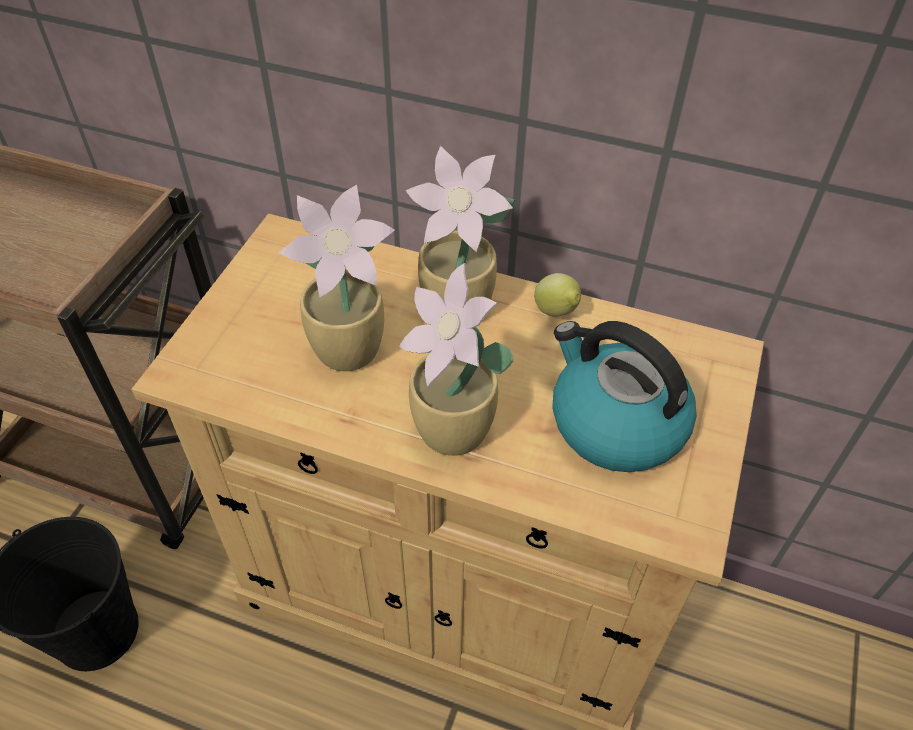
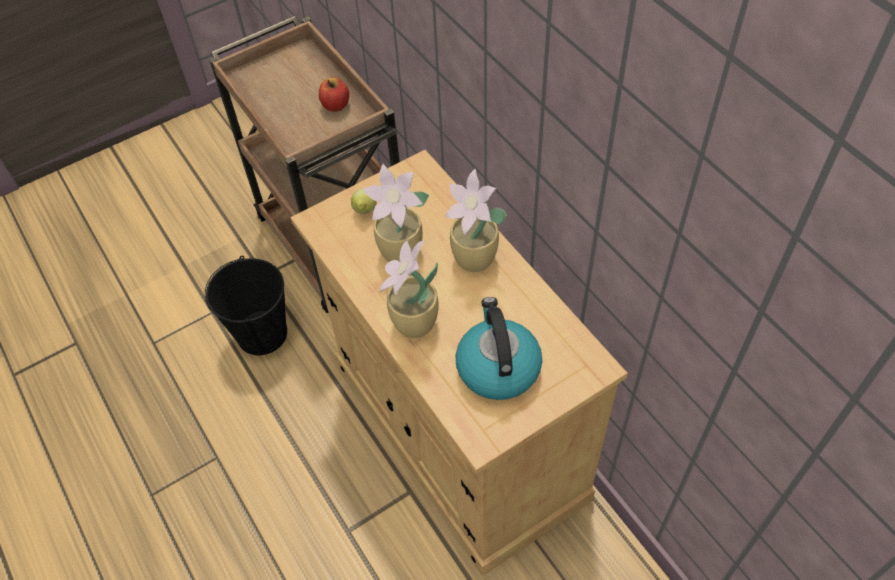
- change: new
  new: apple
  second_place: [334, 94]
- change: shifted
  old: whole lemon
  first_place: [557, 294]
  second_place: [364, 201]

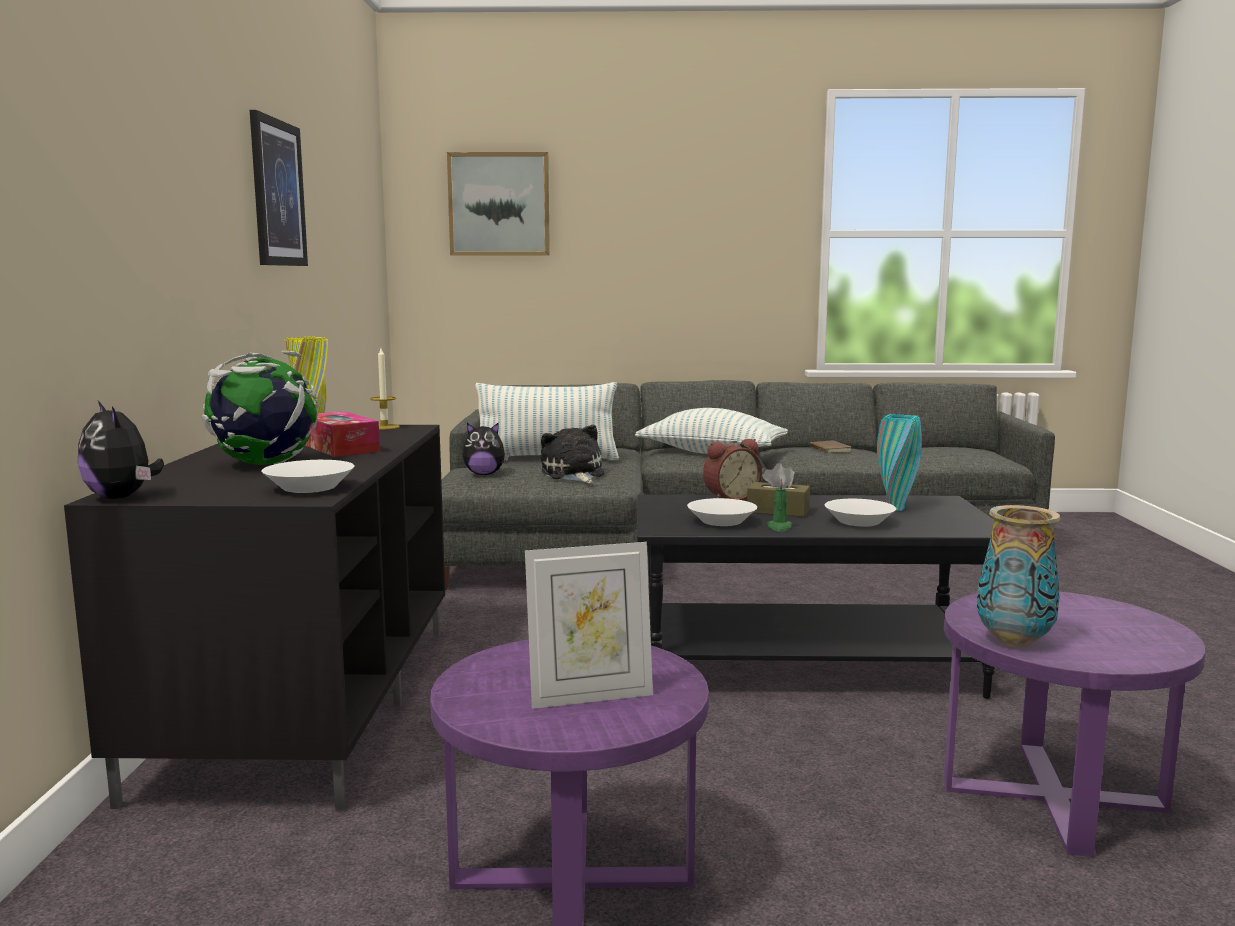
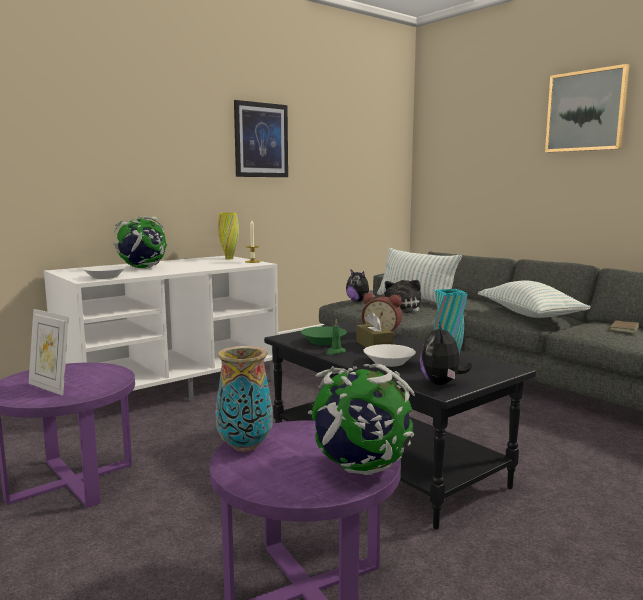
- change: gone
  old: tissue box
  first_place: [342, 434]
- change: new
  new: desk globe
  second_place: [361, 419]
- change: shifted
  old: soft toy
  first_place: [121, 450]
  second_place: [446, 353]
- change: shifted
  old: picture
  first_place: [498, 203]
  second_place: [587, 108]
- change: repainted
  old: media console/black-coloured
  new: media console/white-coloured
  first_place: [254, 618]
  second_place: [161, 328]
- change: repainted
  old: serving bowl/white-coloured
  new: serving bowl/green-coloured
  first_place: [722, 512]
  second_place: [324, 335]

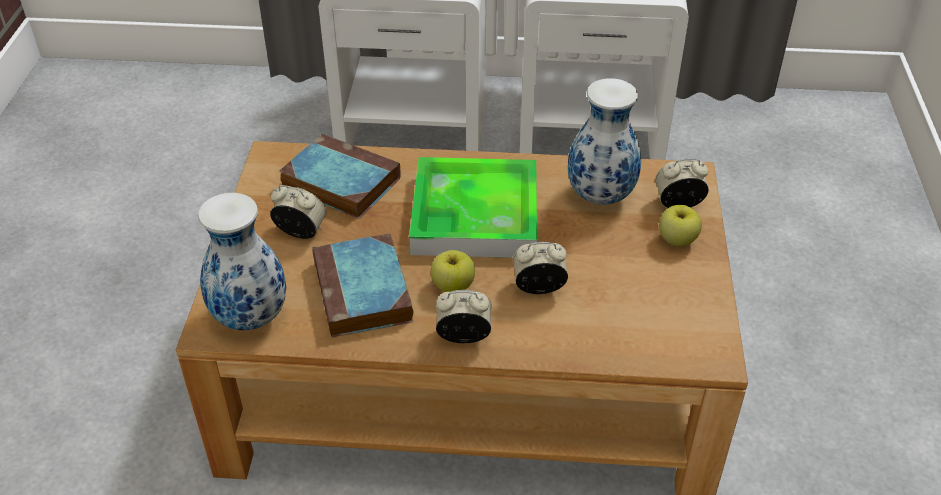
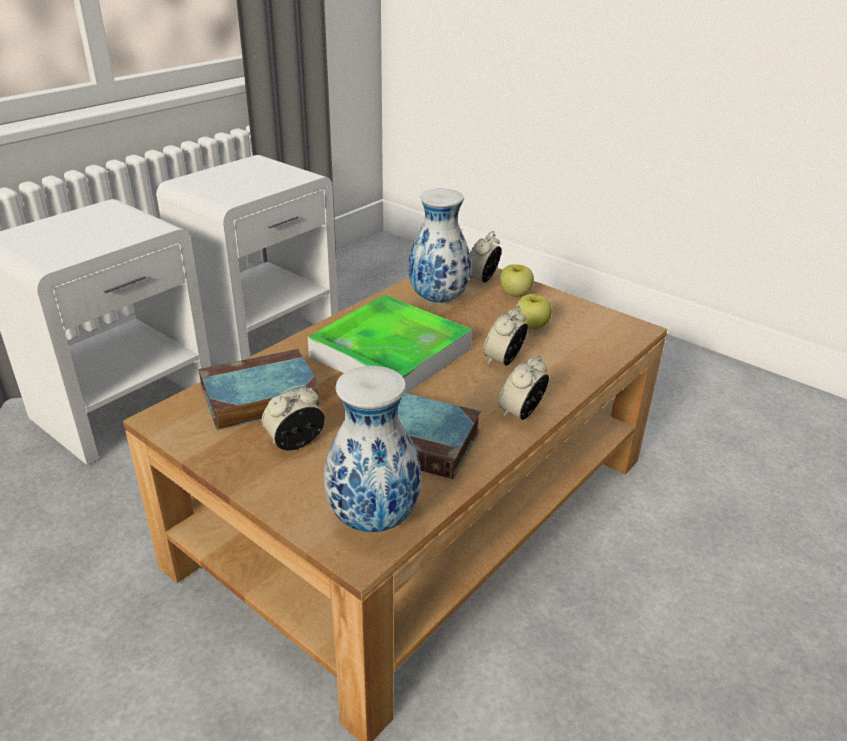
- change: shifted
  old: apple
  first_place: [453, 271]
  second_place: [533, 311]

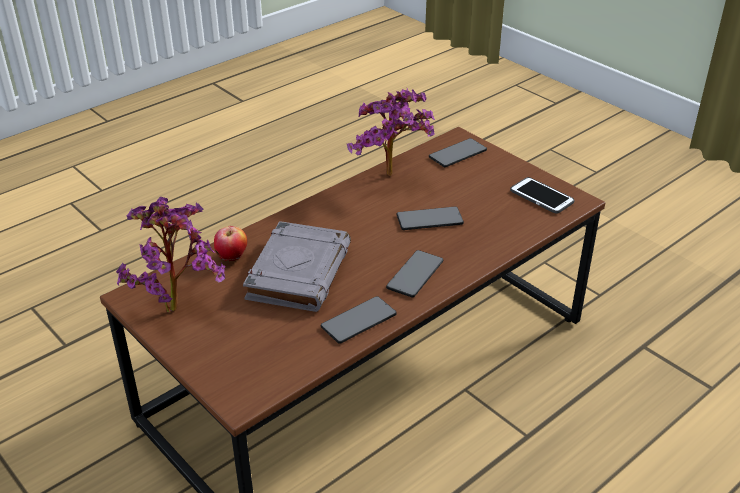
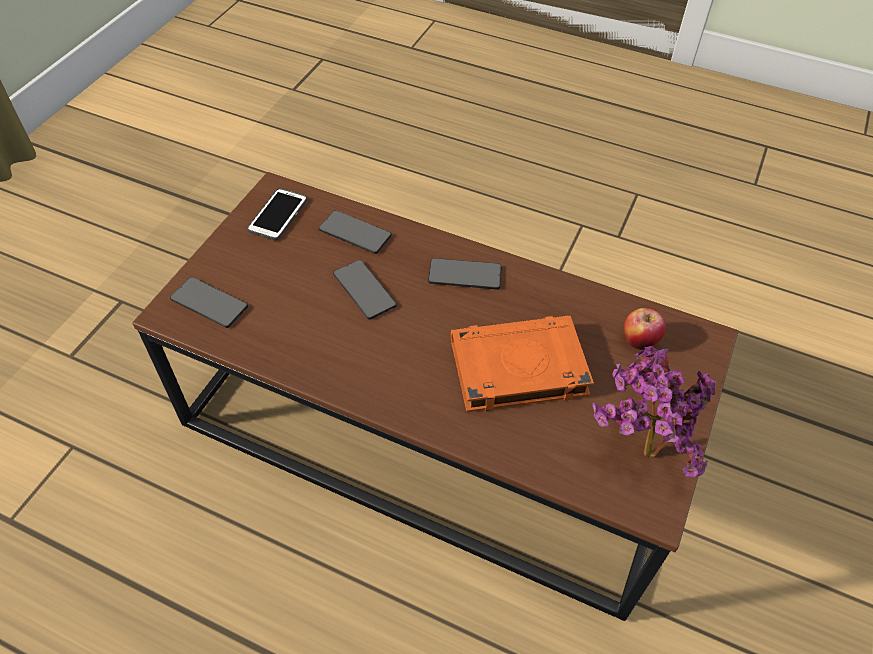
- change: gone
  old: houseplant
  first_place: [391, 132]
- change: shifted
  old: apple
  first_place: [230, 243]
  second_place: [645, 329]
- change: shifted
  old: telephone
  first_place: [359, 320]
  second_place: [355, 232]
- change: repainted
  old: volume/gray
  new: volume/orangey
  first_place: [297, 266]
  second_place: [522, 363]

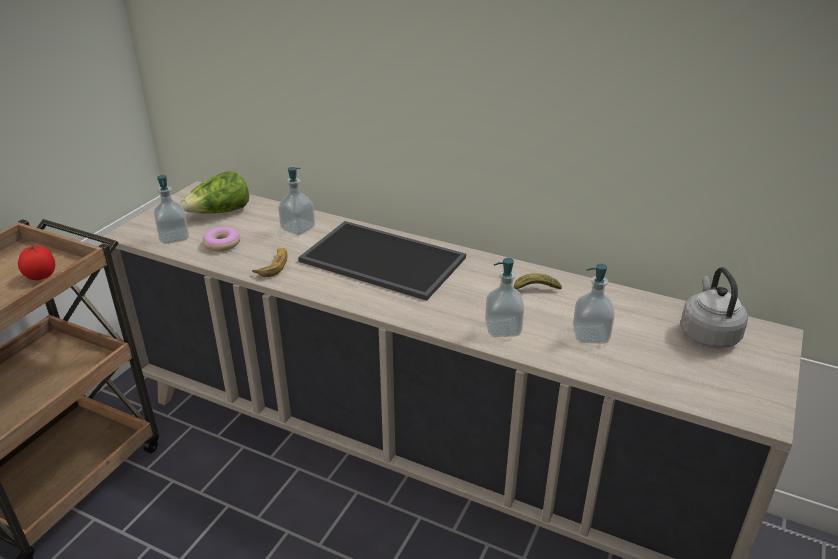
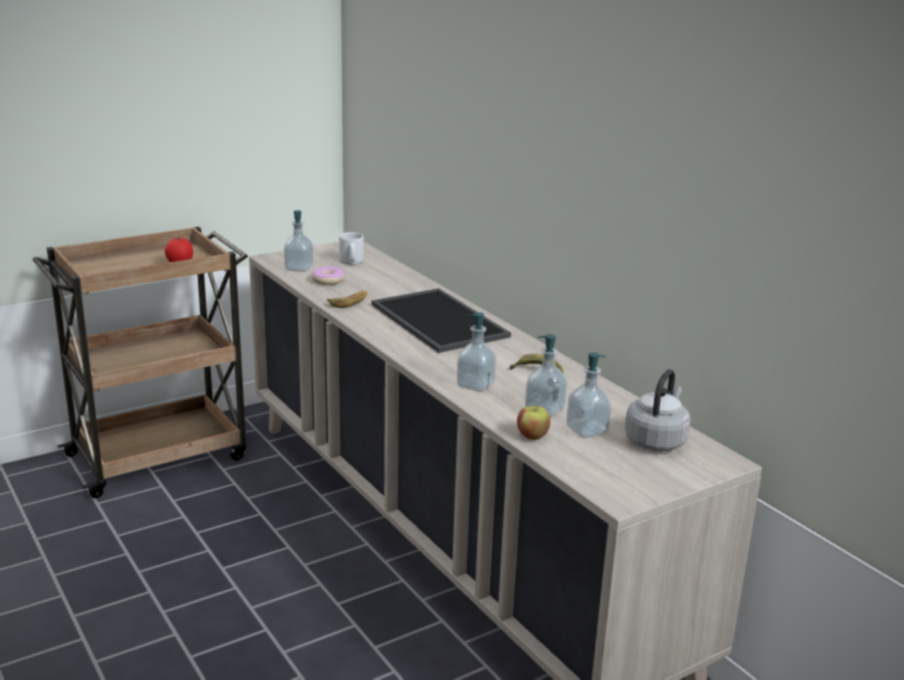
- change: new
  new: apple
  second_place: [533, 423]
- change: shifted
  old: soap dispenser
  first_place: [296, 201]
  second_place: [588, 395]
- change: swapped
  old: head of lettuce
  new: tea mug/gray
  first_place: [215, 192]
  second_place: [351, 248]

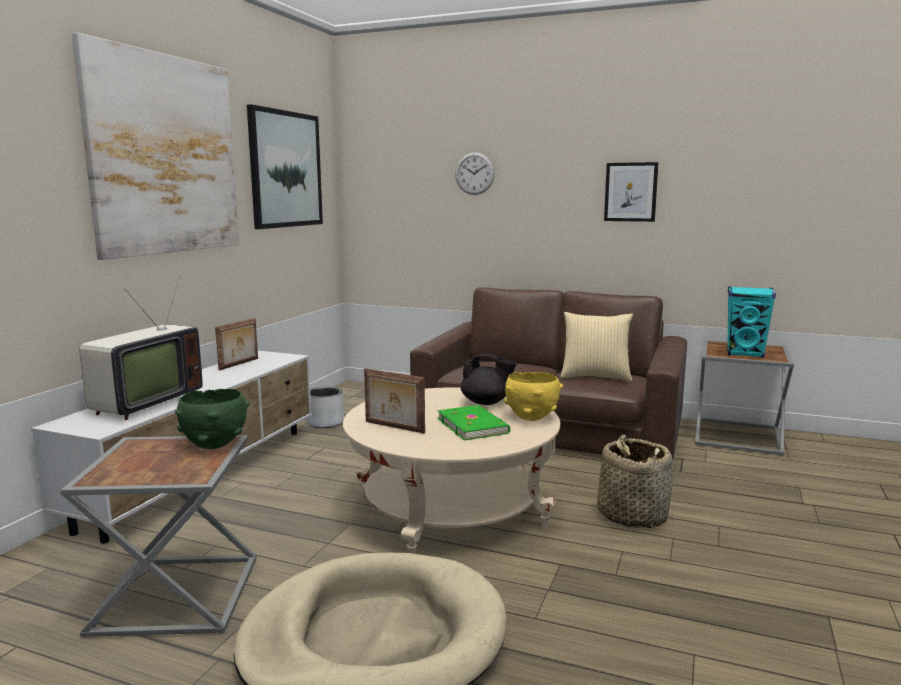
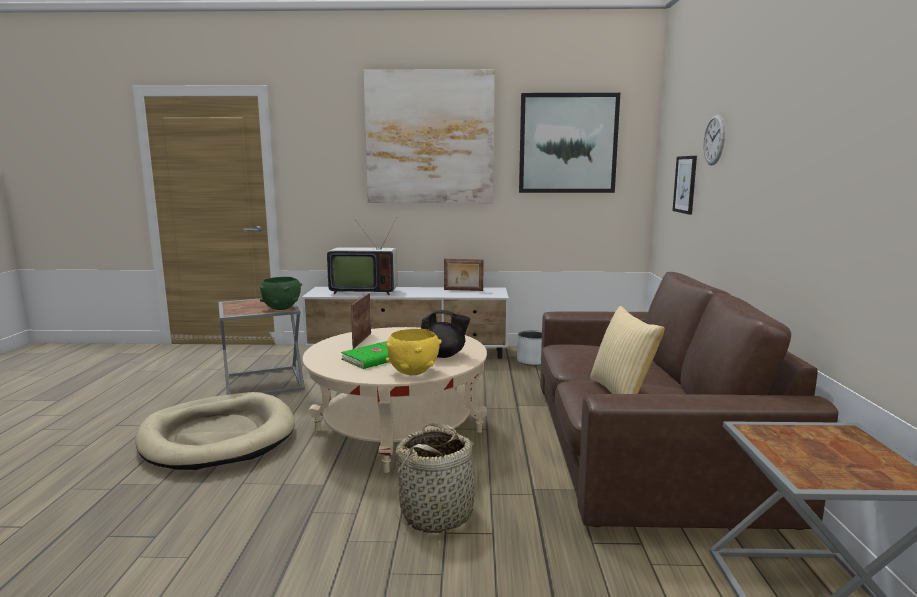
- change: gone
  old: loudspeaker/turquoise
  first_place: [751, 322]
- change: shifted
  old: picture
  first_place: [631, 192]
  second_place: [684, 185]
- change: rotated
  old: tea pot/black-coloured
  first_place: [489, 379]
  second_place: [446, 334]
  degrees: -75

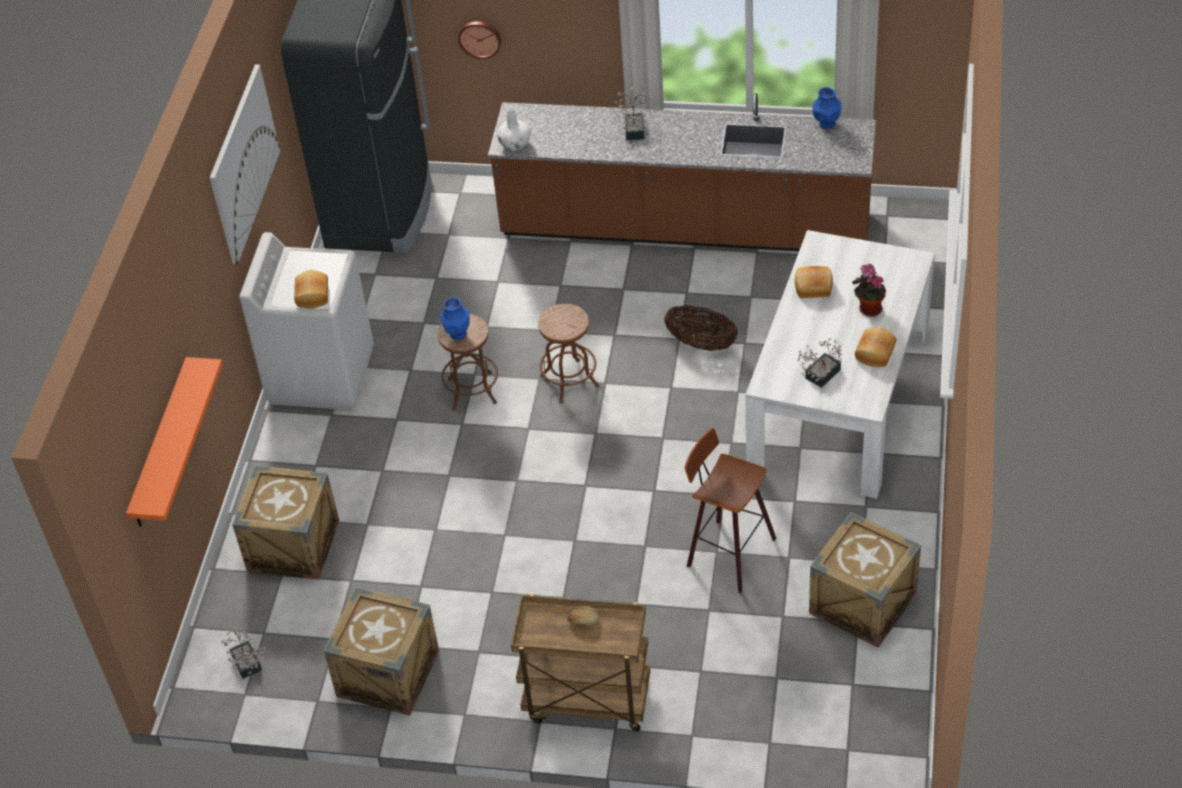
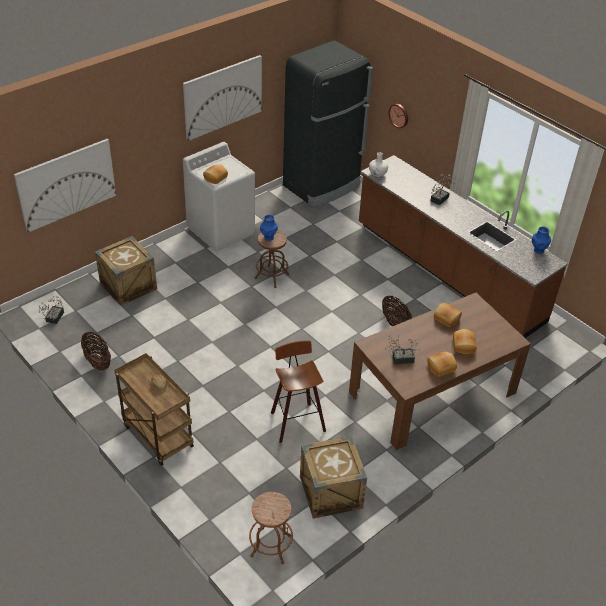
- change: shifted
  old: stool/brown-coloured
  first_place: [568, 354]
  second_place: [271, 528]
- change: swapped
  old: wall shelf/orangey
  new: picture
  first_place: [174, 442]
  second_place: [65, 186]
- change: swapped
  old: packing crate
  new: basket
  first_place: [381, 651]
  second_place: [96, 351]
- change: swapped
  old: houseplant
  new: bakery bread
  first_place: [869, 290]
  second_place: [465, 341]
- change: repainted
  old: kitchen table/white-coloured
  new: kitchen table/brown-coloured
  first_place: [840, 364]
  second_place: [440, 371]

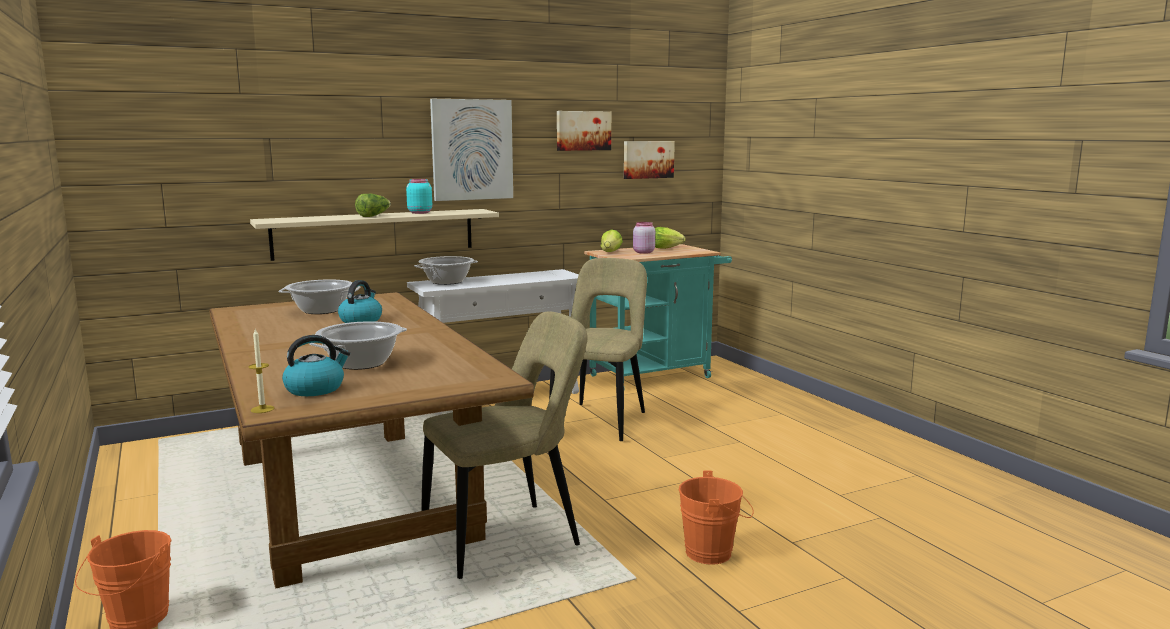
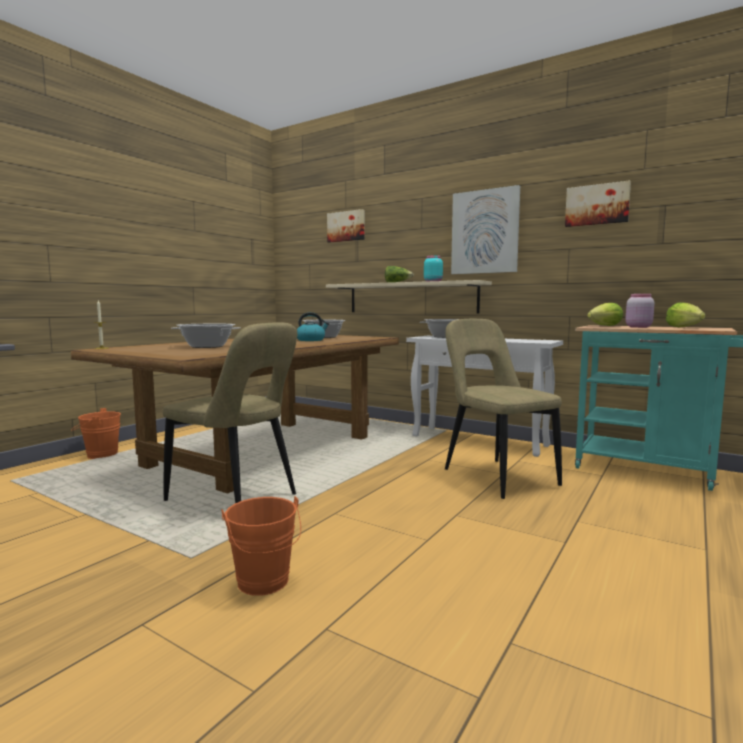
- change: gone
  old: tea kettle
  first_place: [316, 365]
- change: shifted
  old: picture
  first_place: [649, 160]
  second_place: [345, 226]
- change: rotated
  old: plain chair/sand-coloured
  first_place: [598, 349]
  second_place: [503, 409]
  degrees: -105

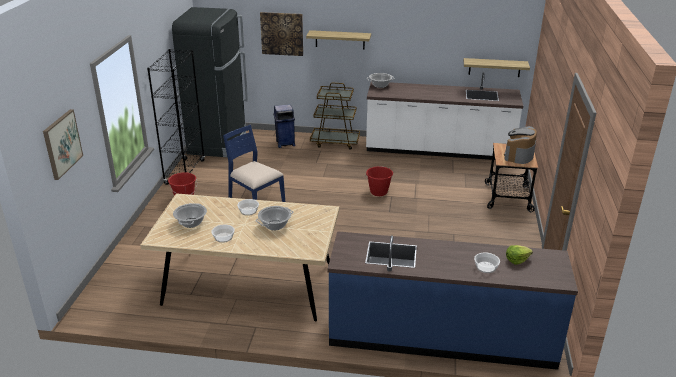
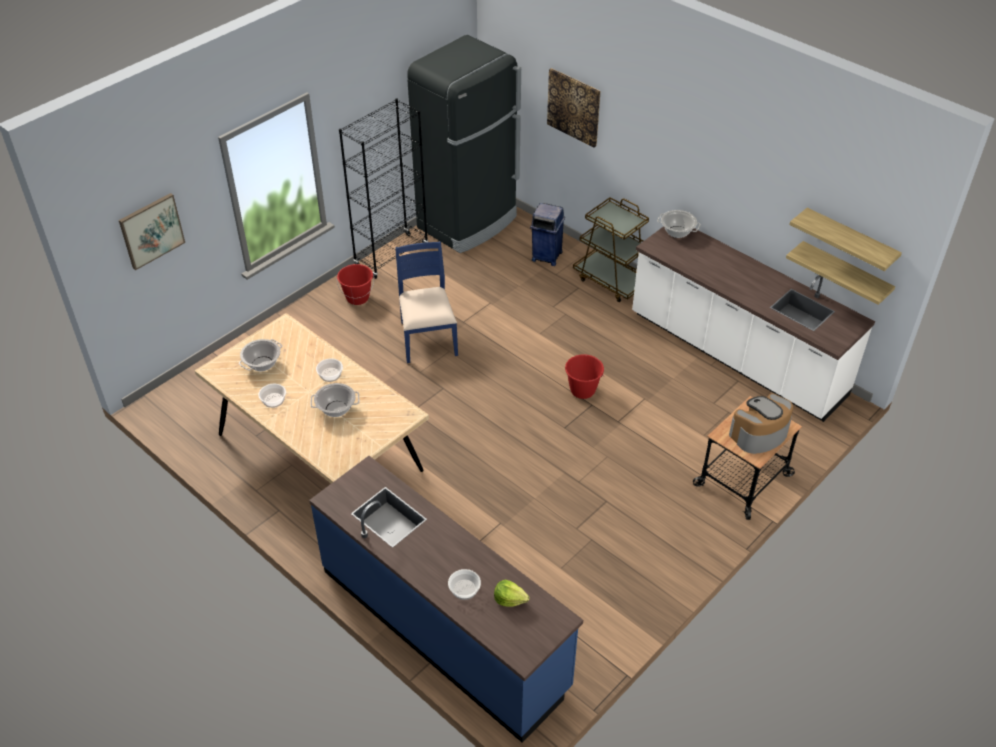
- change: shifted
  old: wall shelf
  first_place: [338, 39]
  second_place: [845, 239]

